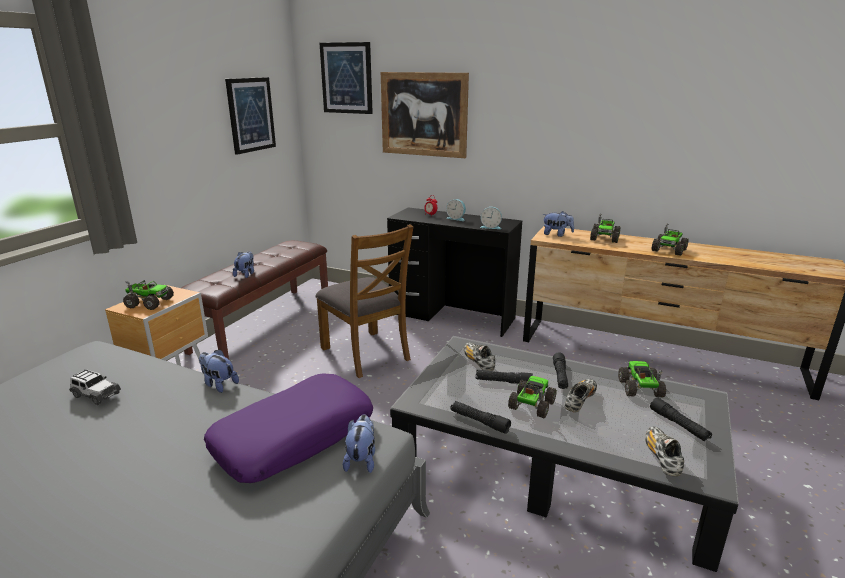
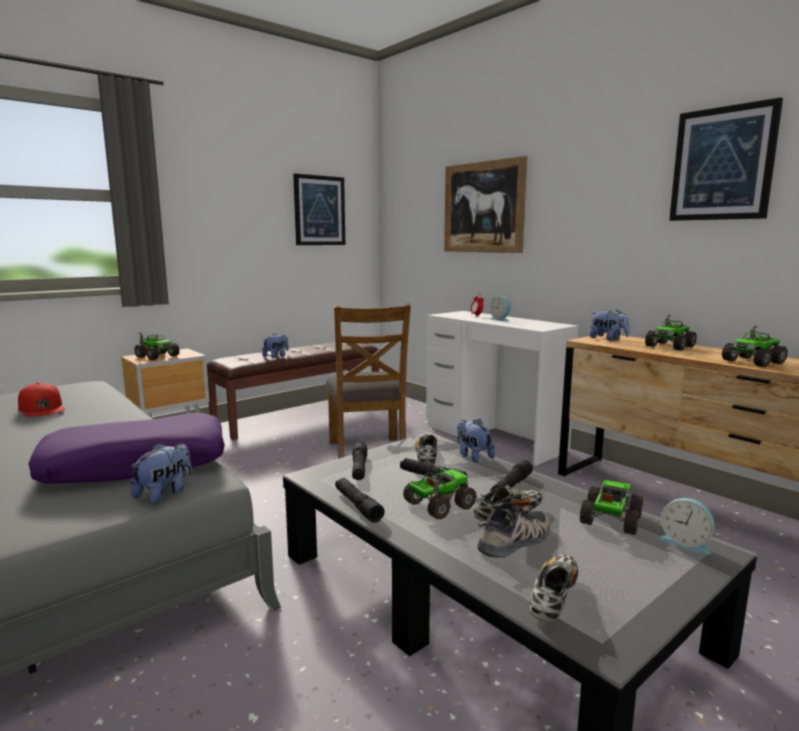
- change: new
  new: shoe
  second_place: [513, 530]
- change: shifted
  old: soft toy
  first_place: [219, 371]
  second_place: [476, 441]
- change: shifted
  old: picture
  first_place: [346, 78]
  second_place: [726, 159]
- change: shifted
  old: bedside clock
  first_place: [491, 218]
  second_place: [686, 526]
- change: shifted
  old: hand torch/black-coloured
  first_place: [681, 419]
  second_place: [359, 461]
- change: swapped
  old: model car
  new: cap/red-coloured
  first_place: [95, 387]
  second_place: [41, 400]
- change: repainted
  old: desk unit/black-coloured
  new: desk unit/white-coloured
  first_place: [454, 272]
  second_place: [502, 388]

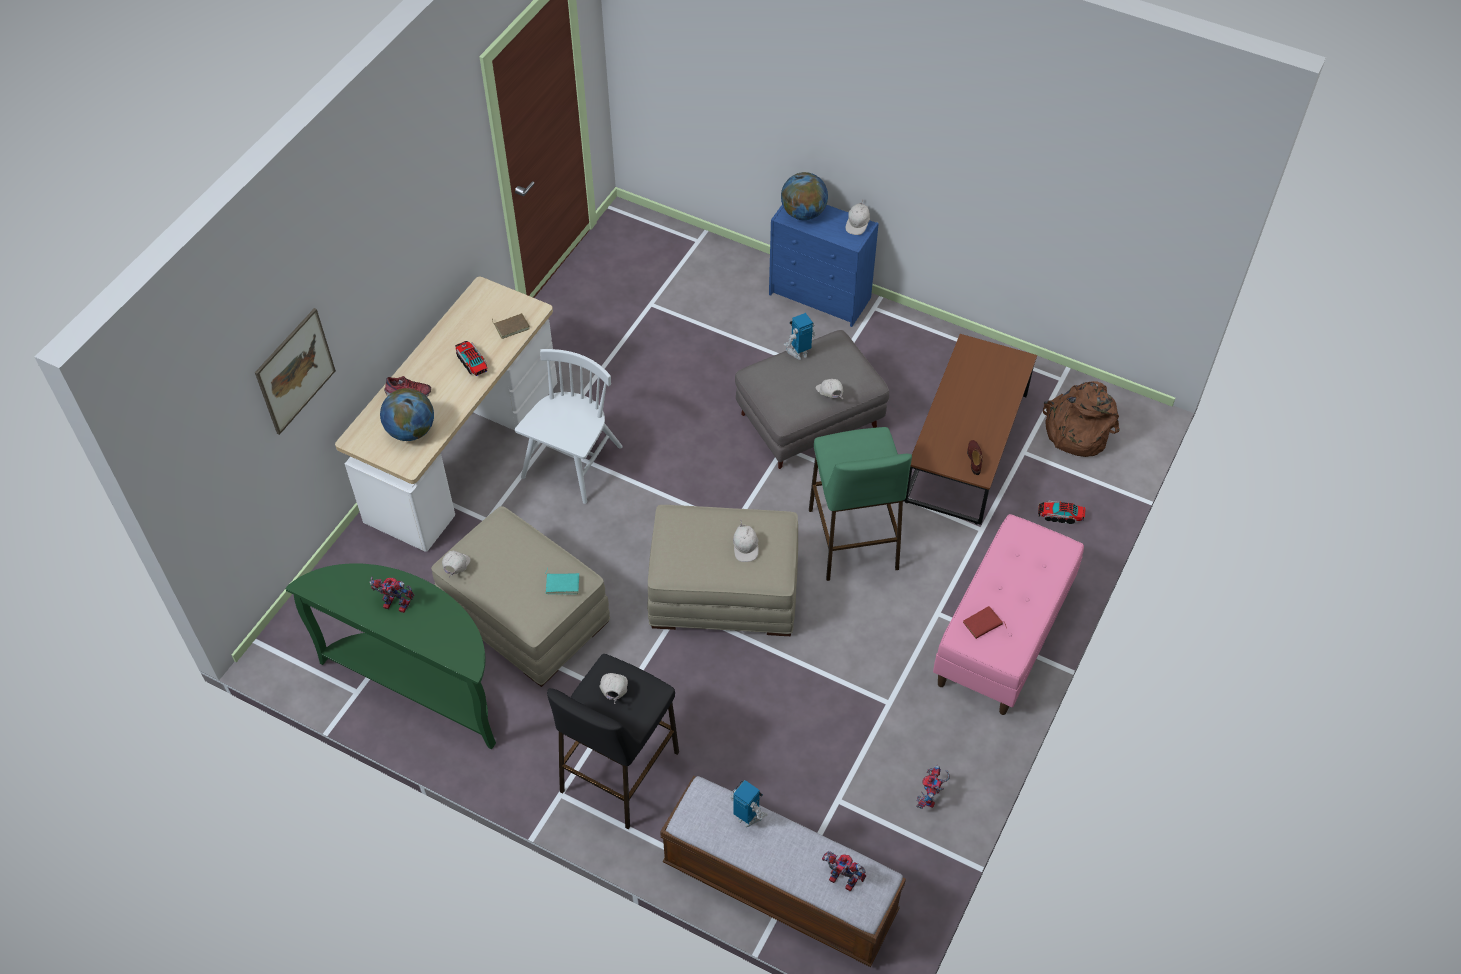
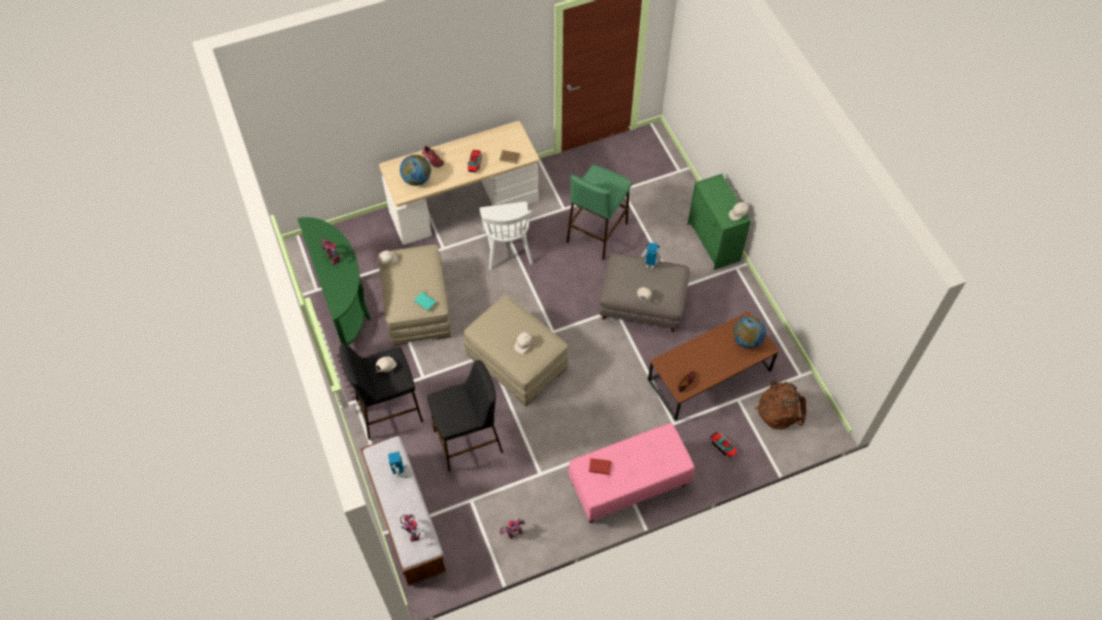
- change: gone
  old: picture
  first_place: [295, 371]
- change: new
  new: stool/black-coloured
  second_place: [465, 416]
- change: shifted
  old: desk globe
  first_place: [804, 196]
  second_place: [749, 332]
- change: shifted
  old: stool/green-coloured
  first_place: [860, 504]
  second_place: [599, 212]
- change: repainted
  old: chest of drawers/blue-coloured
  new: chest of drawers/green-coloured
  first_place: [824, 266]
  second_place: [719, 222]
- change: rotated
  old: plain chair/white-coloured
  first_place: [569, 426]
  second_place: [506, 236]
  degrees: 105

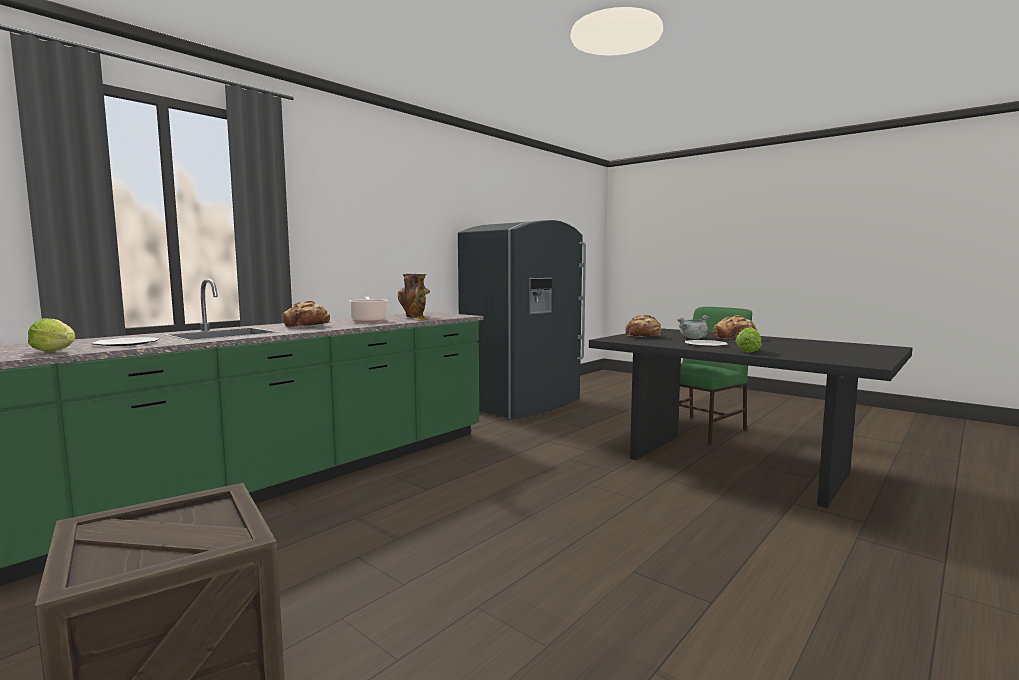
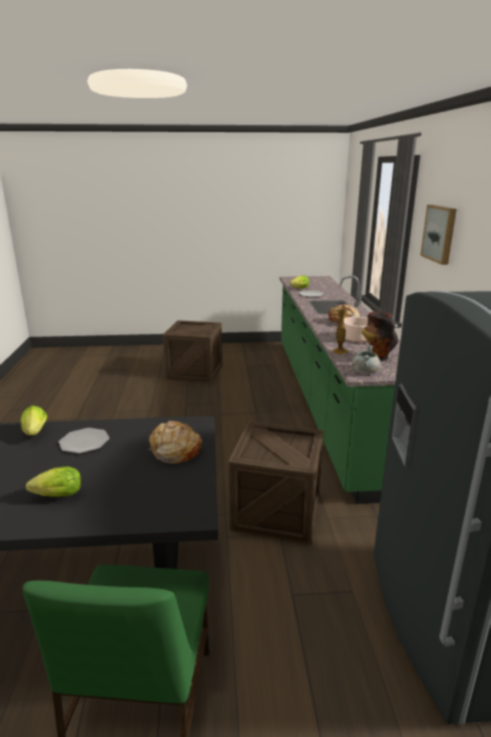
- change: new
  new: packing crate
  second_place: [275, 483]
- change: new
  new: picture
  second_place: [438, 235]
- change: shifted
  old: stockpot/gray
  first_place: [693, 327]
  second_place: [366, 359]
- change: swapped
  old: bakery bread
  new: head of lettuce
  first_place: [735, 327]
  second_place: [53, 482]

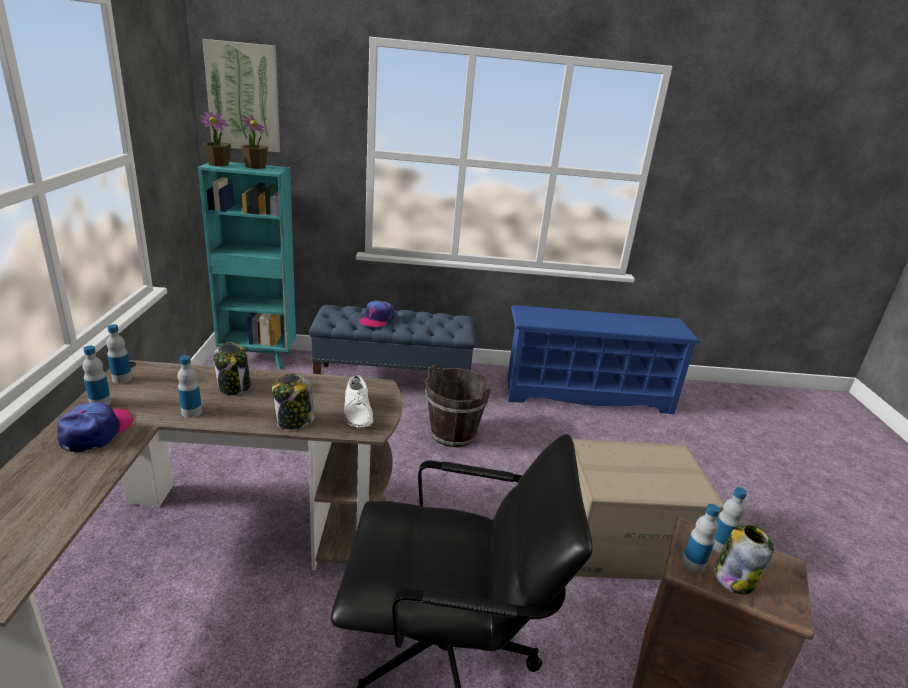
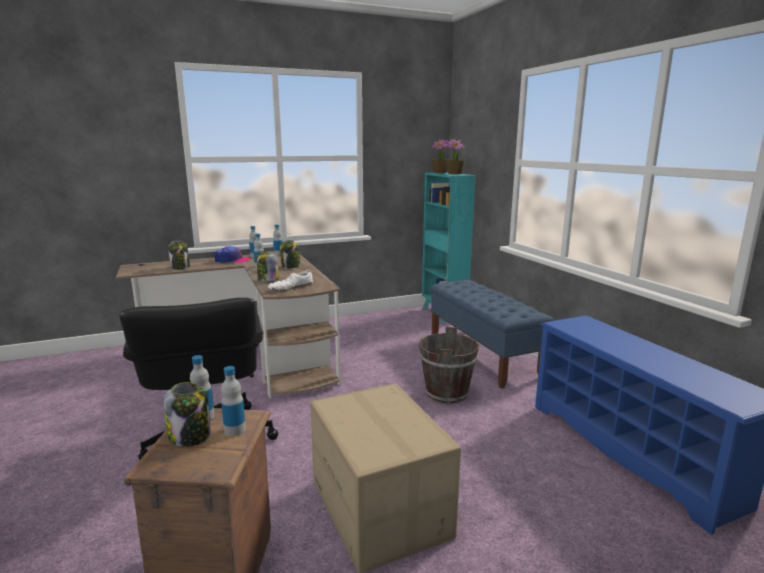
- change: gone
  old: picture
  first_place: [241, 95]
- change: gone
  old: cap
  first_place: [376, 314]
- change: new
  new: storage jar
  second_place: [179, 255]

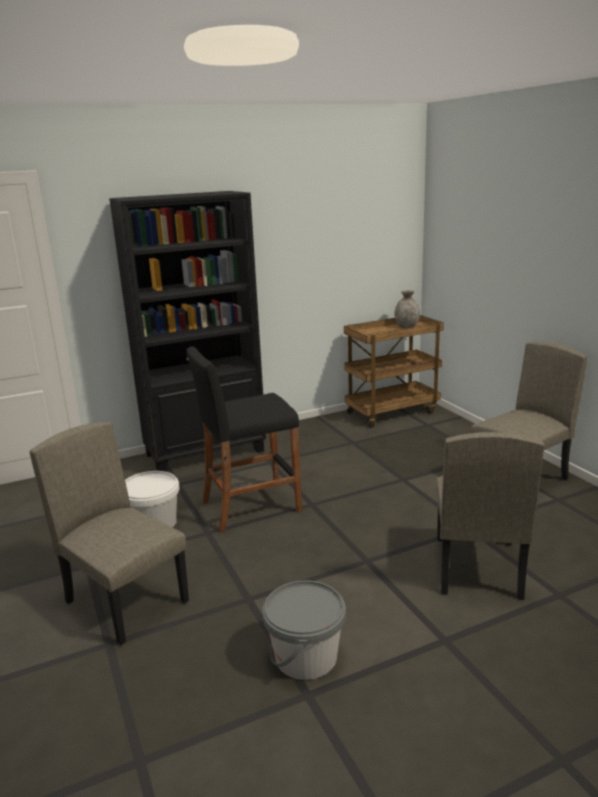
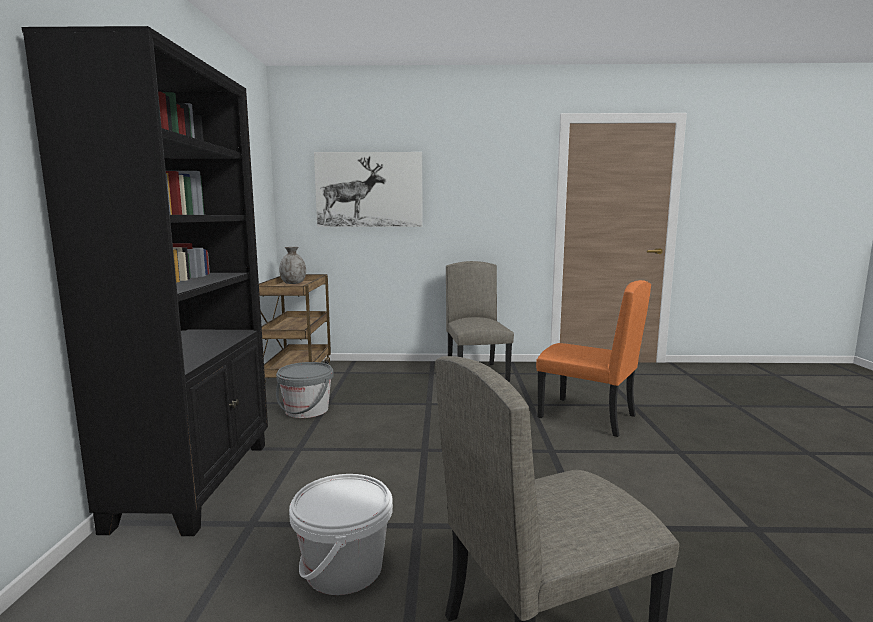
- change: gone
  old: stool/black-coloured
  first_place: [244, 439]
- change: new
  new: picture
  second_place: [368, 189]
- change: shifted
  old: bucket/gray
  first_place: [304, 630]
  second_place: [305, 390]
- change: repainted
  old: plain chair/sand-coloured
  new: plain chair/orangey
  first_place: [490, 516]
  second_place: [593, 358]

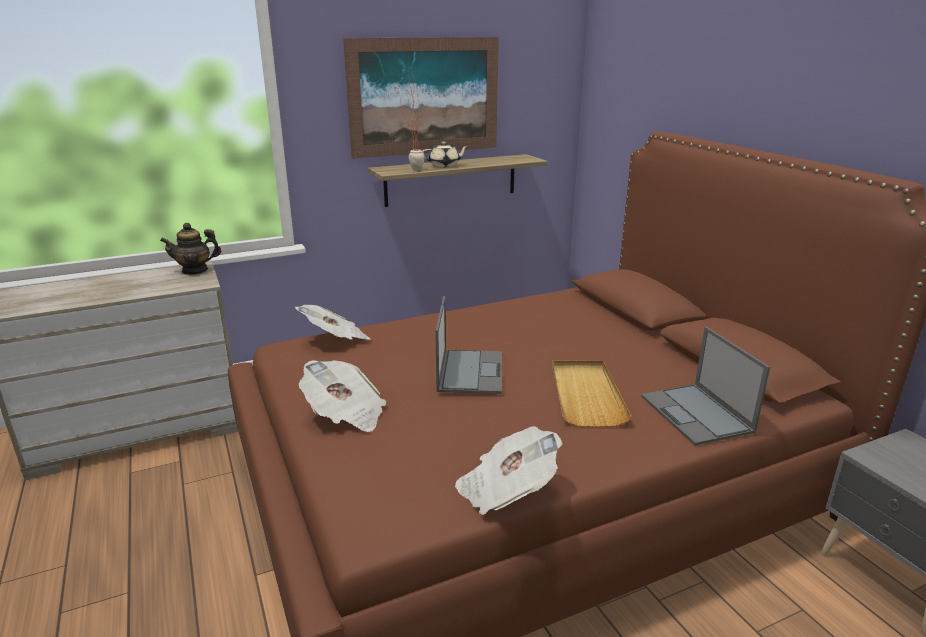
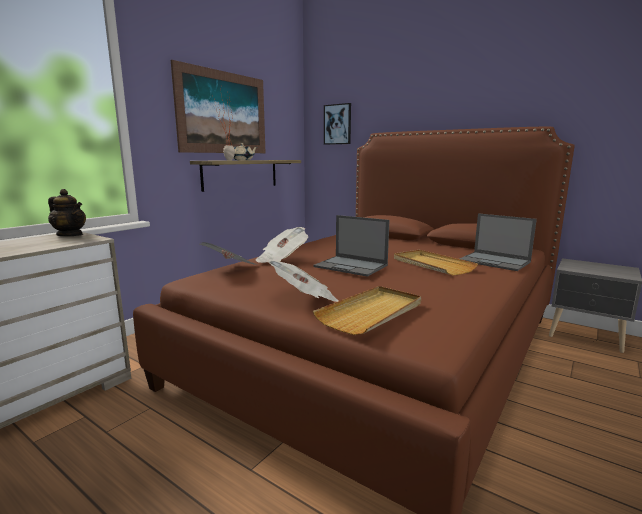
- change: new
  new: serving tray/sand-coloured
  second_place: [367, 310]
- change: new
  new: picture
  second_place: [337, 124]
- change: shifted
  old: newspaper
  first_place: [508, 470]
  second_place: [282, 245]
- change: rotated
  old: tea pot
  first_place: [190, 249]
  second_place: [67, 212]
  degrees: -105
- change: rotated
  old: portable computer
  first_place: [468, 345]
  second_place: [351, 246]
  degrees: 150

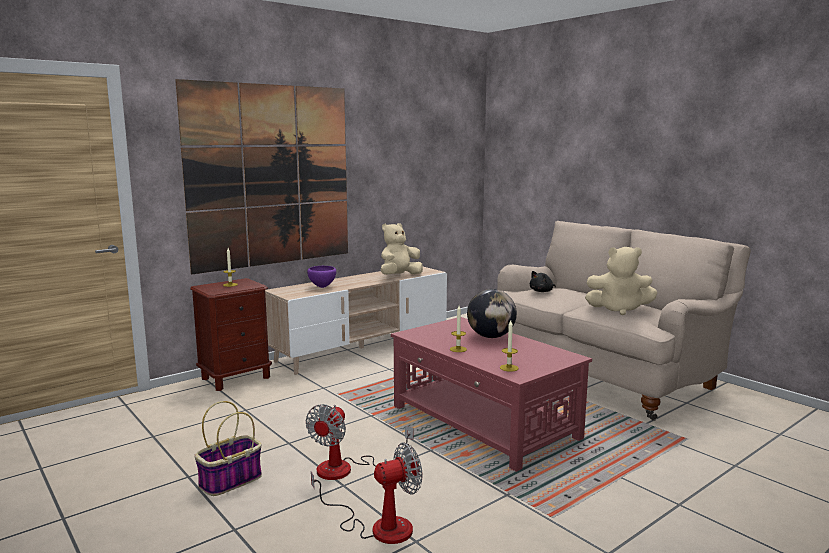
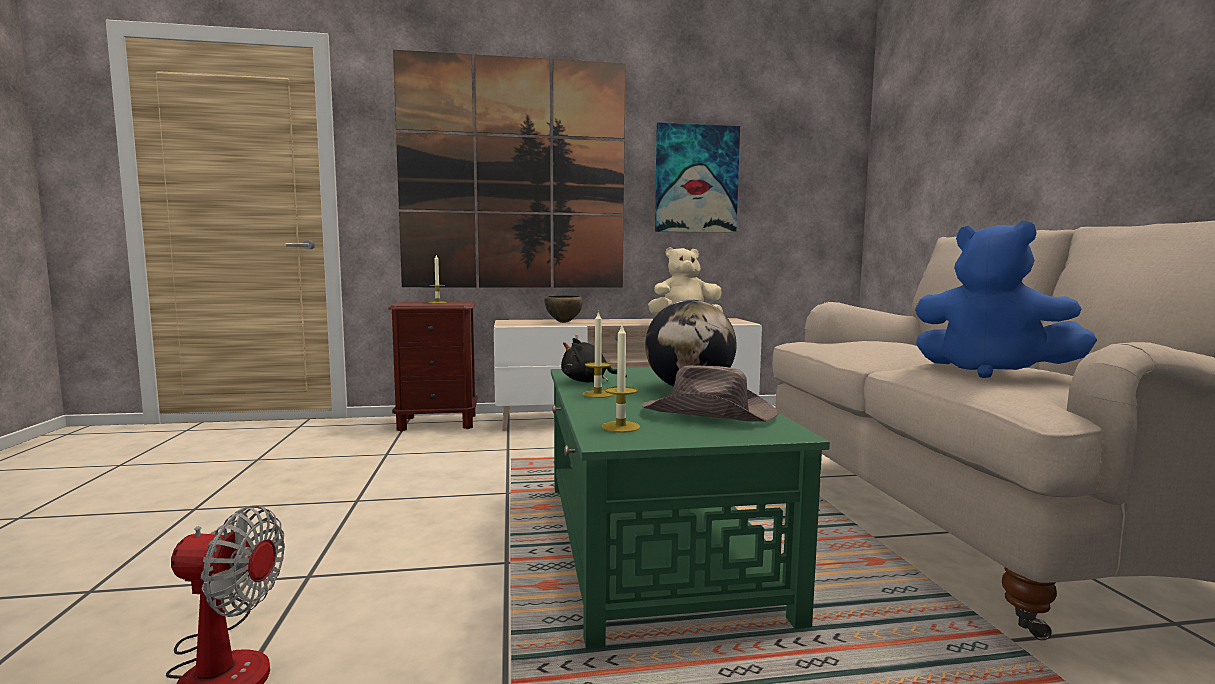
- change: gone
  old: basket
  first_place: [228, 448]
- change: gone
  old: fan
  first_place: [359, 442]
- change: new
  new: clothing hat/brown-coloured
  second_place: [710, 393]
- change: new
  new: picture
  second_place: [697, 177]
- change: shifted
  old: soft toy/black-coloured
  first_place: [543, 281]
  second_place: [594, 360]
- change: repainted
  old: serving bowl/purple
  new: serving bowl/brown-coloured
  first_place: [321, 277]
  second_place: [563, 309]
- change: repainted
  old: low table/red-coloured
  new: low table/green-coloured
  first_place: [491, 394]
  second_place: [690, 508]
- change: repainted
  old: soft toy/sand-coloured
  new: soft toy/blue-coloured
  first_place: [621, 281]
  second_place: [1006, 299]

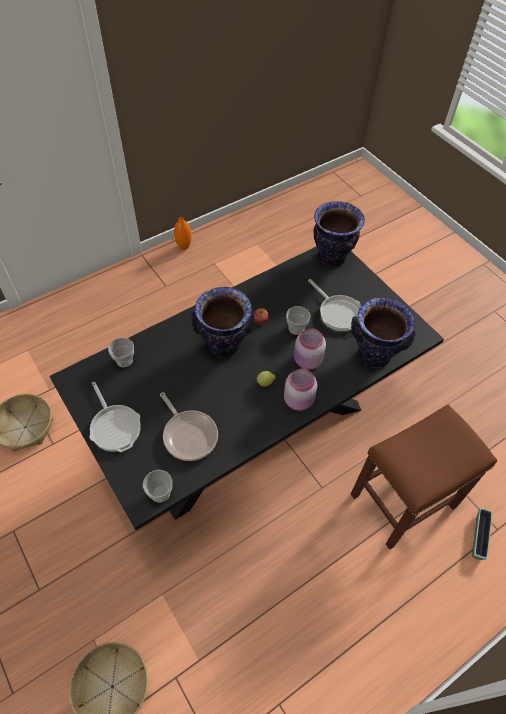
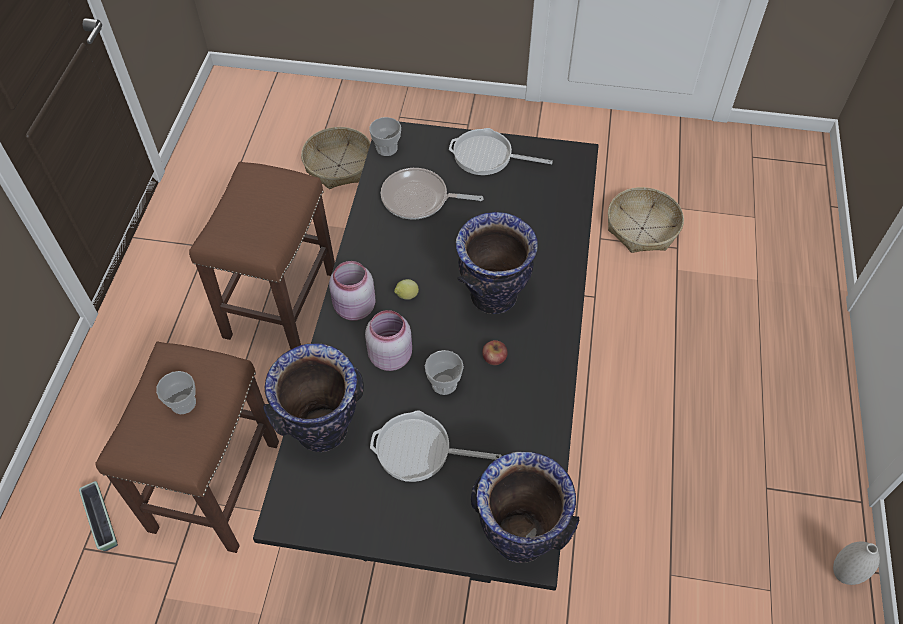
- change: new
  new: stool/brown-coloured
  second_place: [262, 256]
- change: shifted
  old: drinking cup
  first_place: [121, 352]
  second_place: [176, 392]
- change: repainted
  old: flower vase/orangey
  new: flower vase/white-coloured
  first_place: [183, 233]
  second_place: [856, 563]

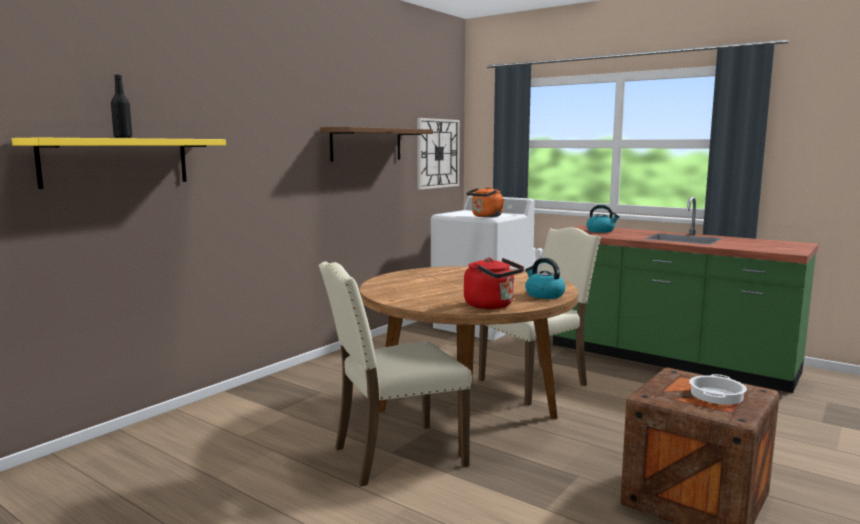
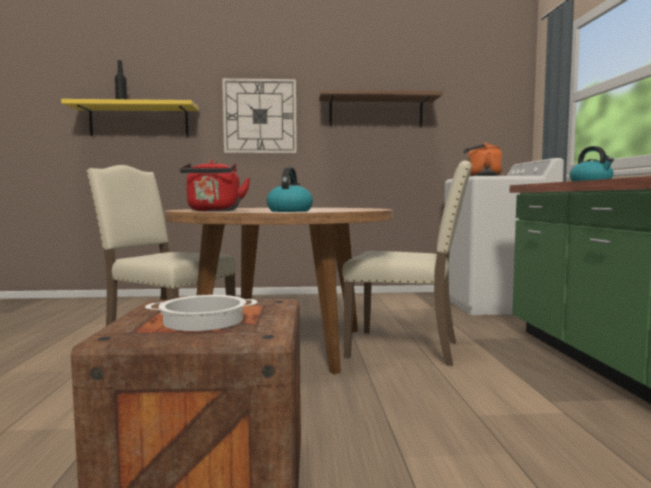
- change: shifted
  old: hanging clock
  first_place: [438, 154]
  second_place: [259, 115]

